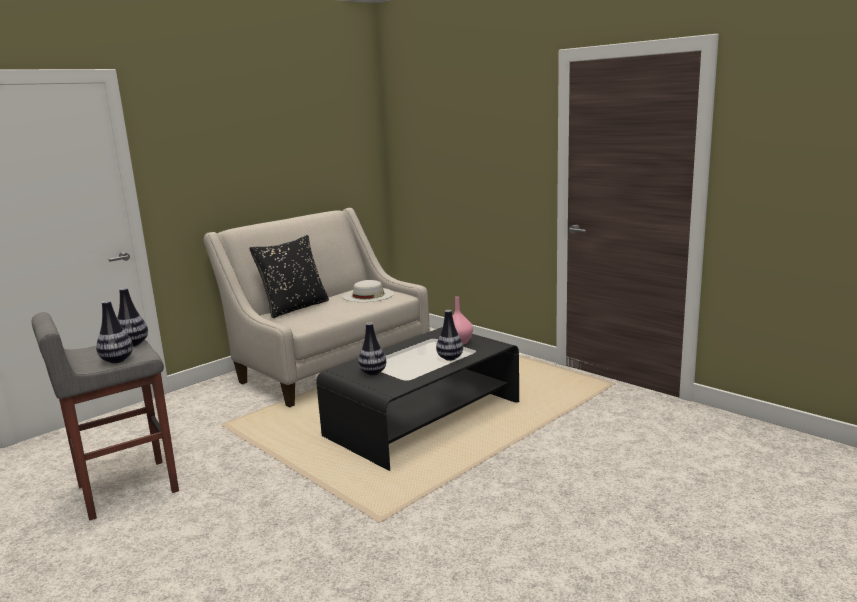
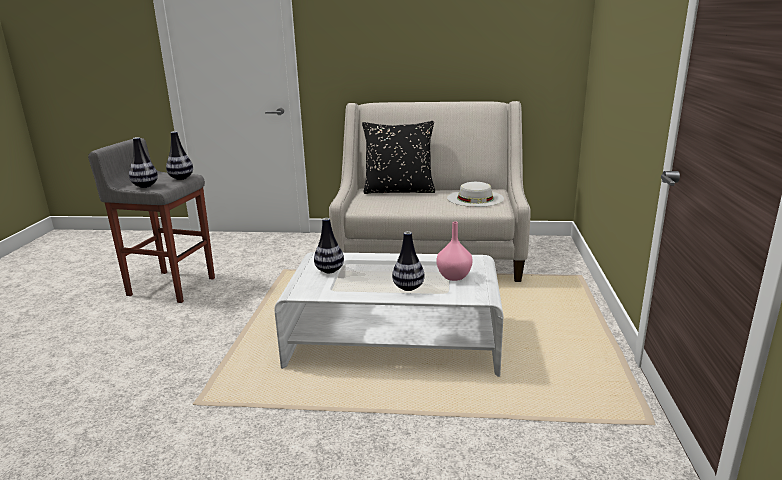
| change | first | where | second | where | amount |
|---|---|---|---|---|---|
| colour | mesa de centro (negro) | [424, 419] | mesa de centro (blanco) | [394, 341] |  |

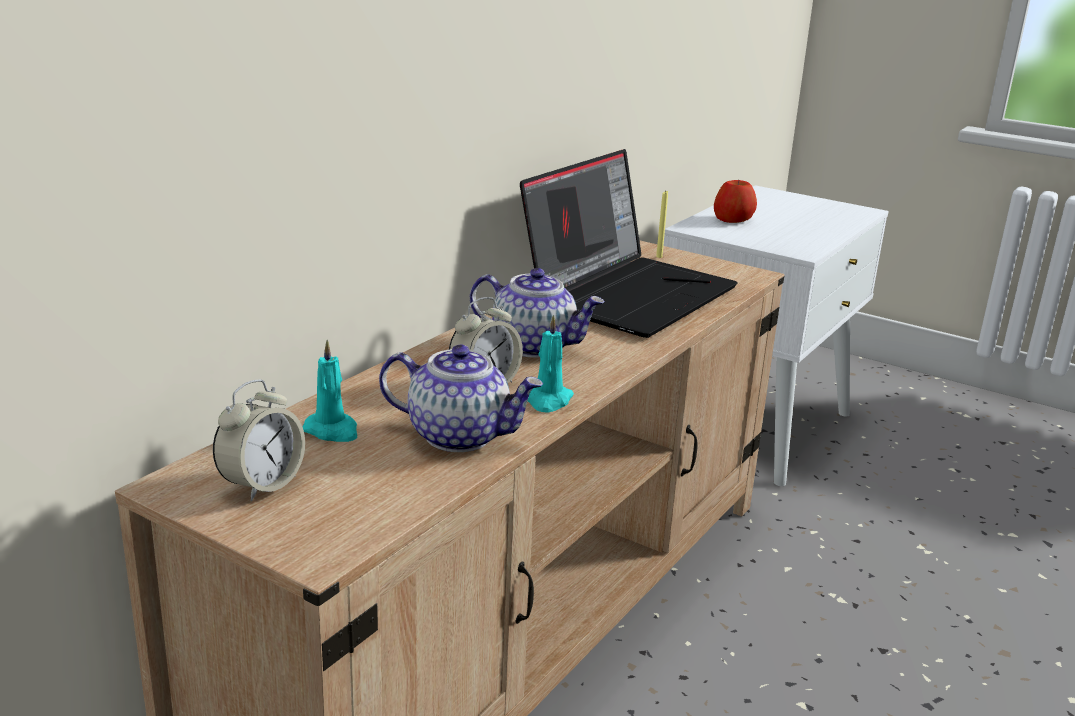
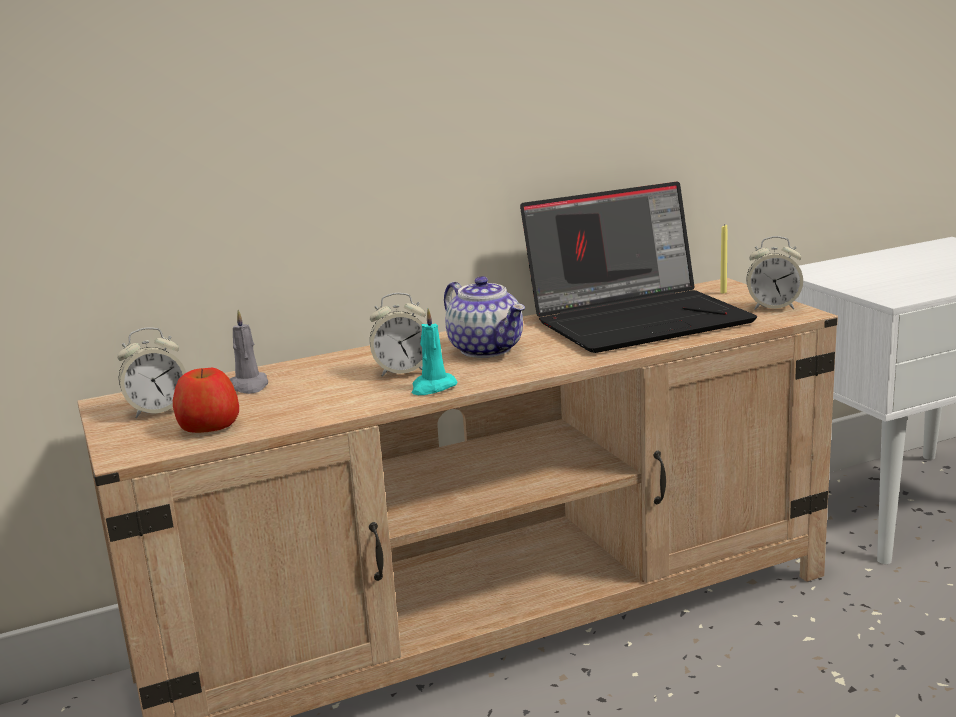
| change | first | where | second | where | amount |
|---|---|---|---|---|---|
| missing | tetera | [460, 435] |  |  |  |
| appeared |  |  | despertador | [773, 307] |  |
| relocated | manzana | [733, 220] |  | [209, 427] |  |
| colour | vela (turquesa) | [332, 431] | vela (gris) | [249, 386] |  |

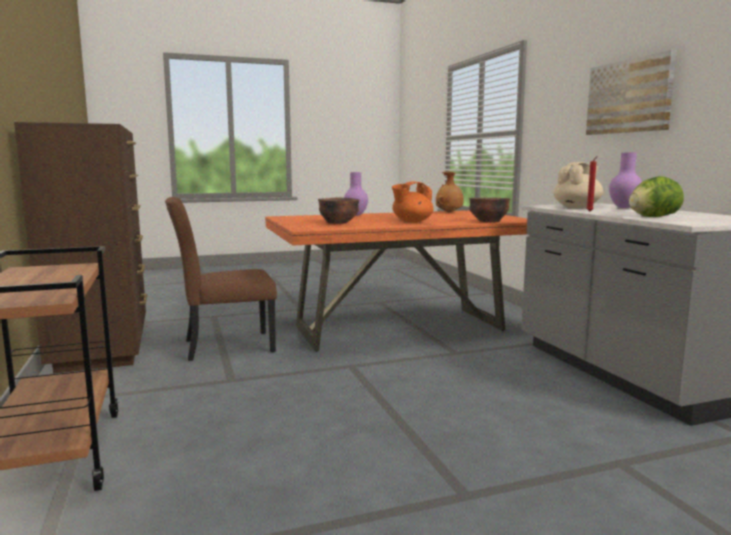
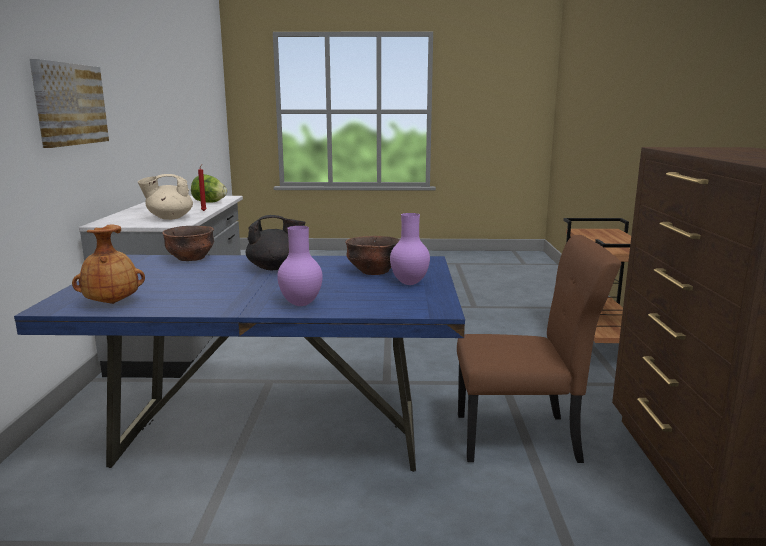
| change | first | where | second | where | amount |
|---|---|---|---|---|---|
| relocated | florero (morado) | [623, 207] |  | [409, 283] |  |
| colour | mesa de comedor (naranja) | [398, 329] | mesa de comedor (azul) | [275, 434] |  |
| colour | tetera (naranja) | [411, 221] | tetera (negro) | [275, 268] |  |

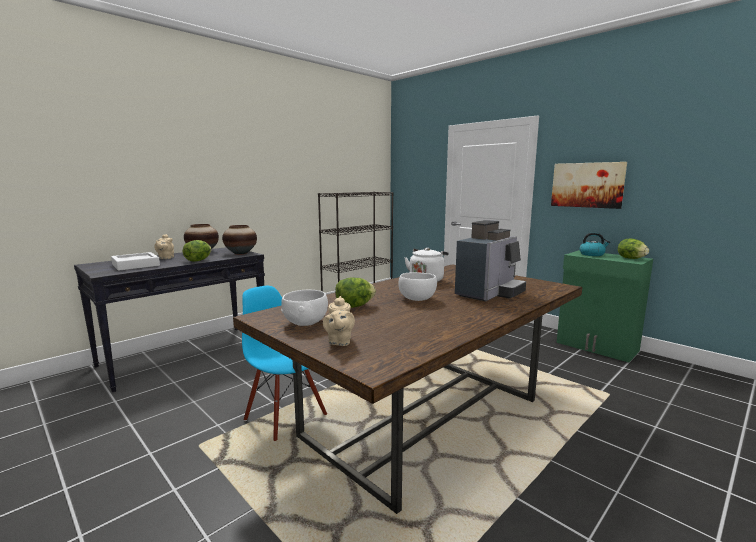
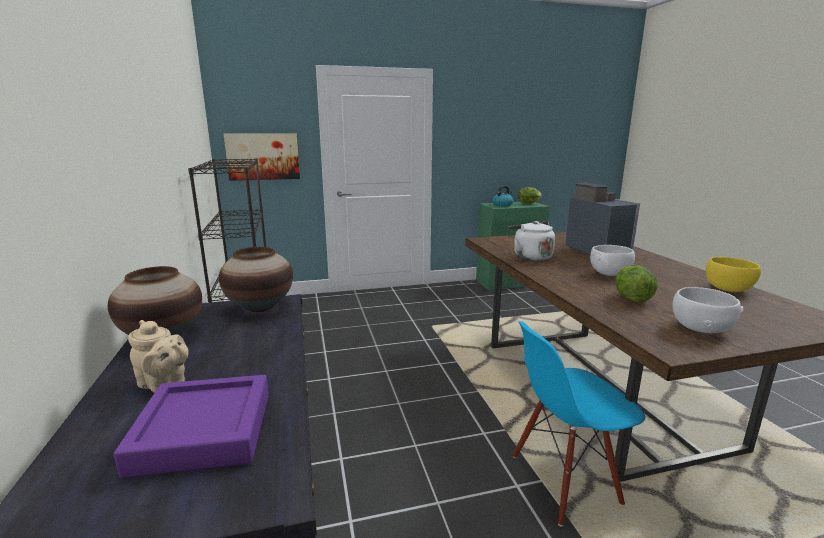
| change | first | where | second | where | amount |
|---|---|---|---|---|---|
| missing | lechuga | [198, 260] |  |  |  |
| missing | tetera (beis) | [339, 342] |  |  |  |
| appeared |  |  | cuenco (amarillo) | [727, 289] |  |
| relocated | cuadro | [587, 185] |  | [263, 156] |  |
| colour | bandeja (blanco) | [136, 265] | bandeja (morado) | [204, 431] |  |

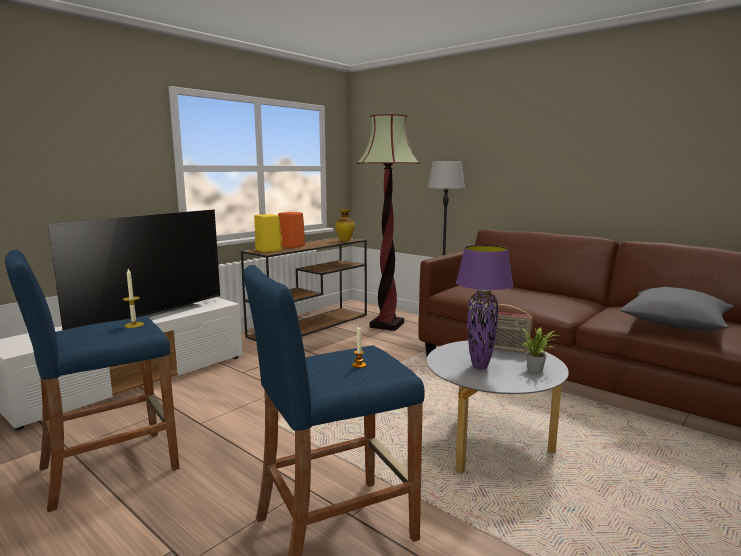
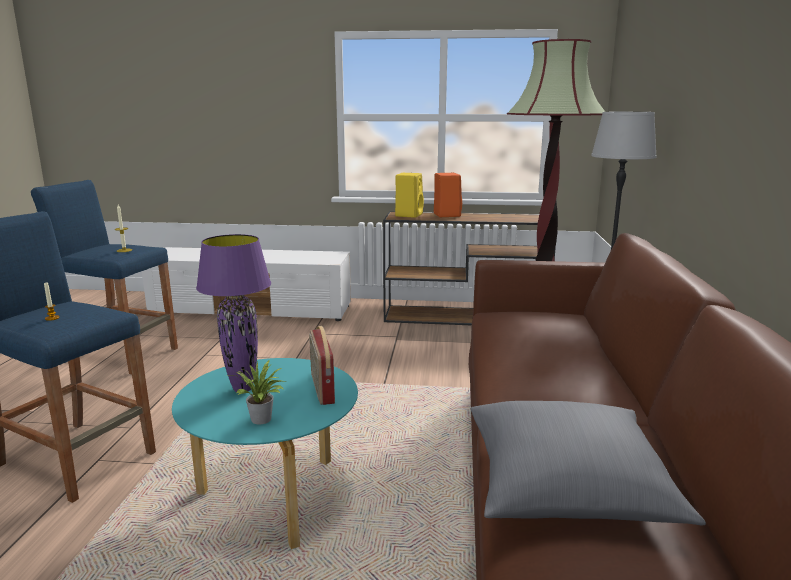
| change | first | where | second | where | amount |
|---|---|---|---|---|---|
| missing | televisor | [148, 316] |  |  |  |
| missing | florero | [345, 241] |  |  |  |
| colour | mesa de centro (gris) | [490, 446] | mesa de centro (turquesa) | [274, 498] |  |

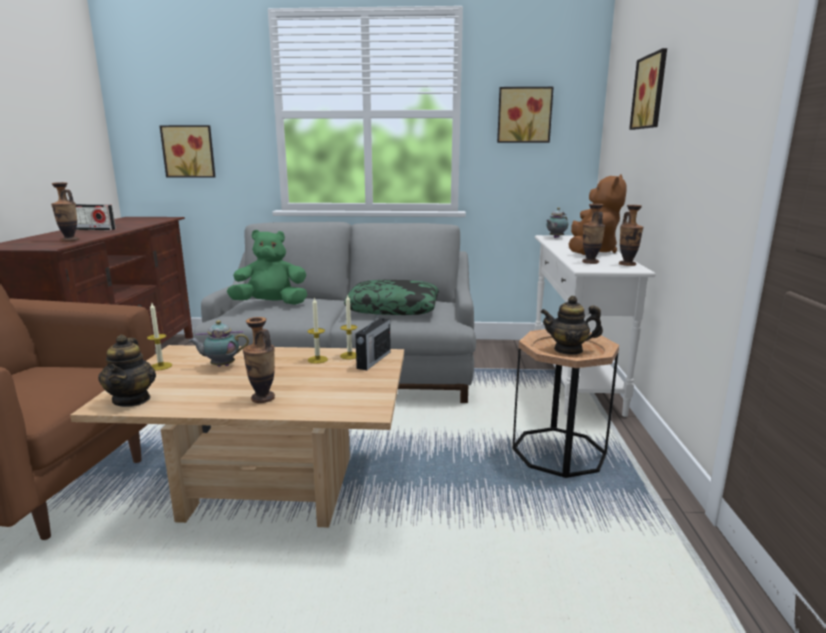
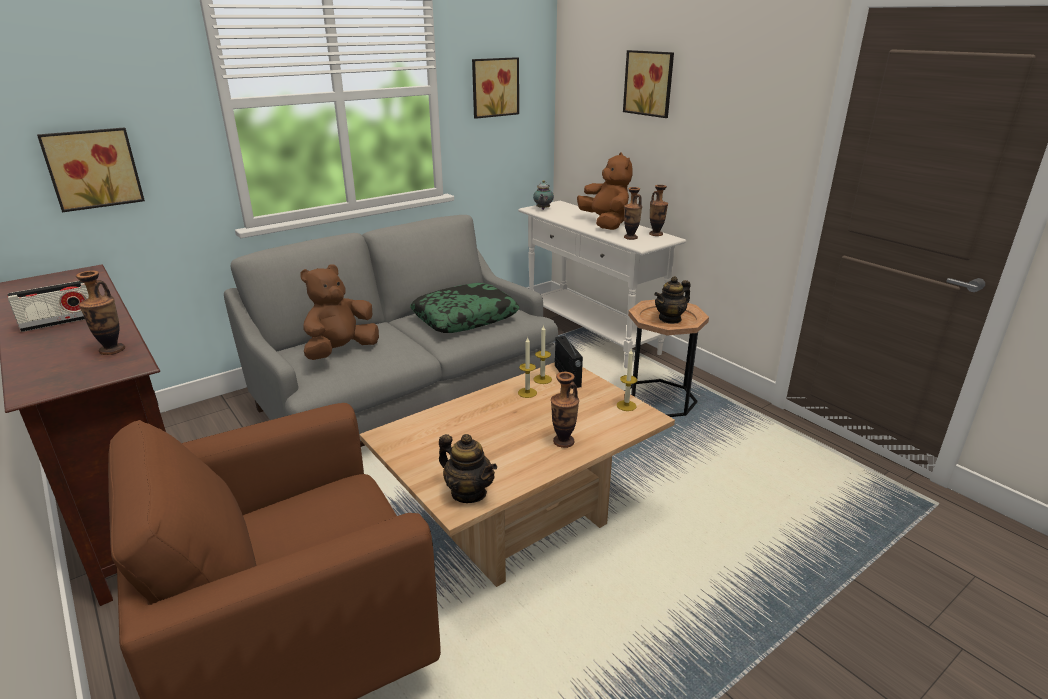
| change | first | where | second | where | amount |
|---|---|---|---|---|---|
| missing | tetera | [221, 366] |  |  |  |
| relocated | vela | [161, 366] |  | [626, 405] |  |
| colour | peluche (verde) | [271, 304] | peluche (marrón) | [341, 351] |  |

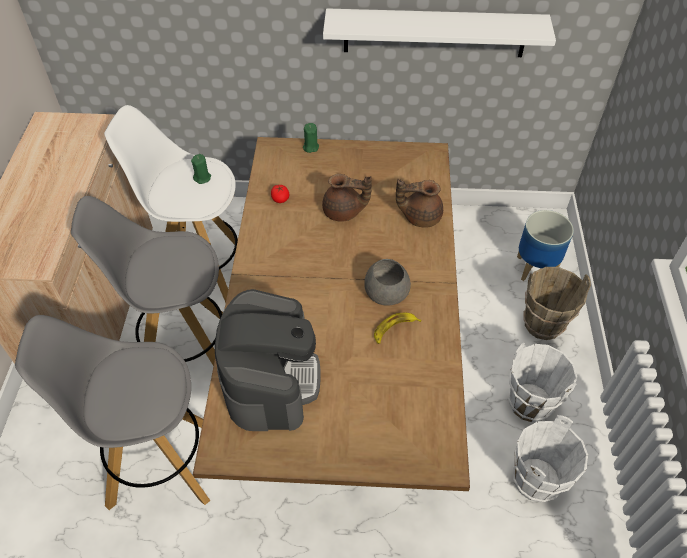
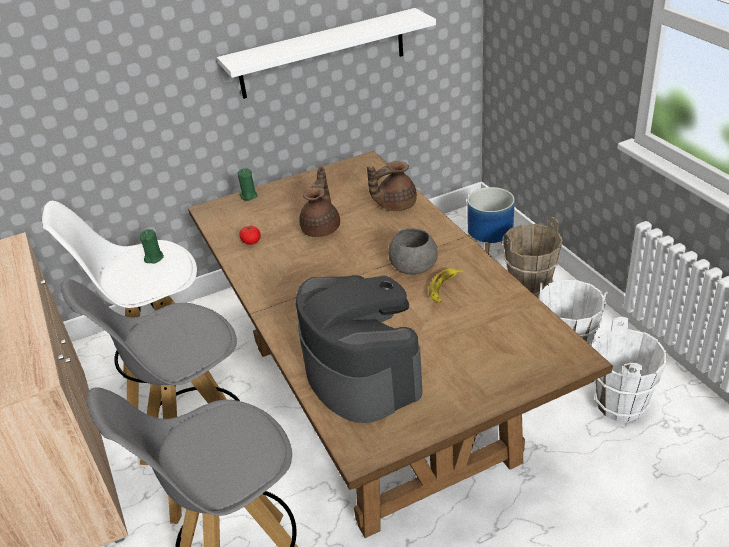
| change | first | where | second | where | amount |
|---|---|---|---|---|---|
| spun | tetera (marrón) | [344, 212] |  | [322, 228] | 60 degrees counterclockwise |

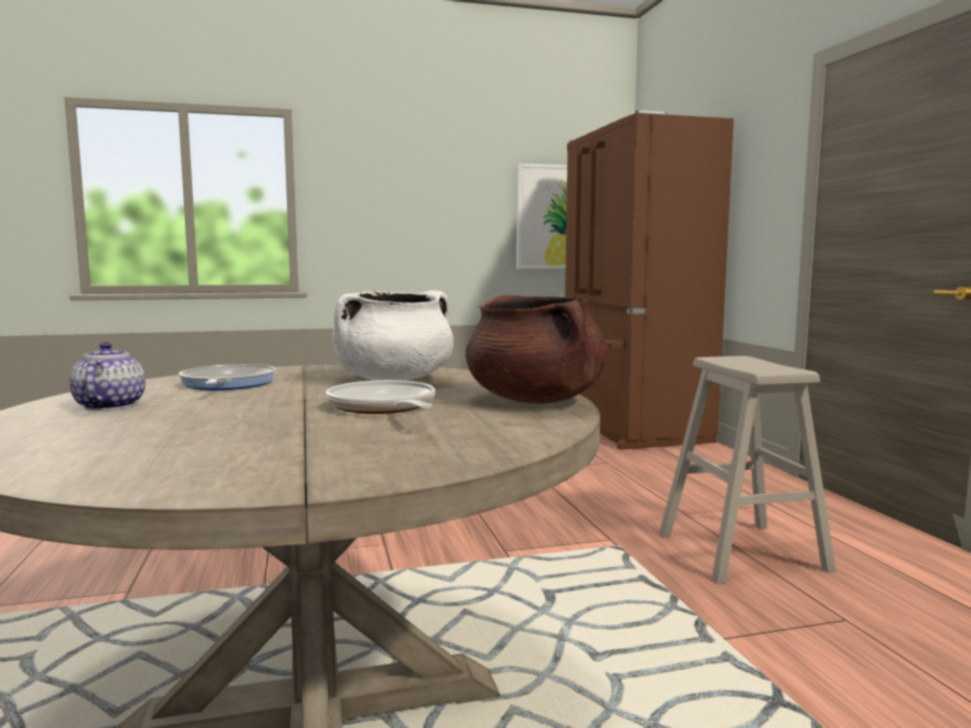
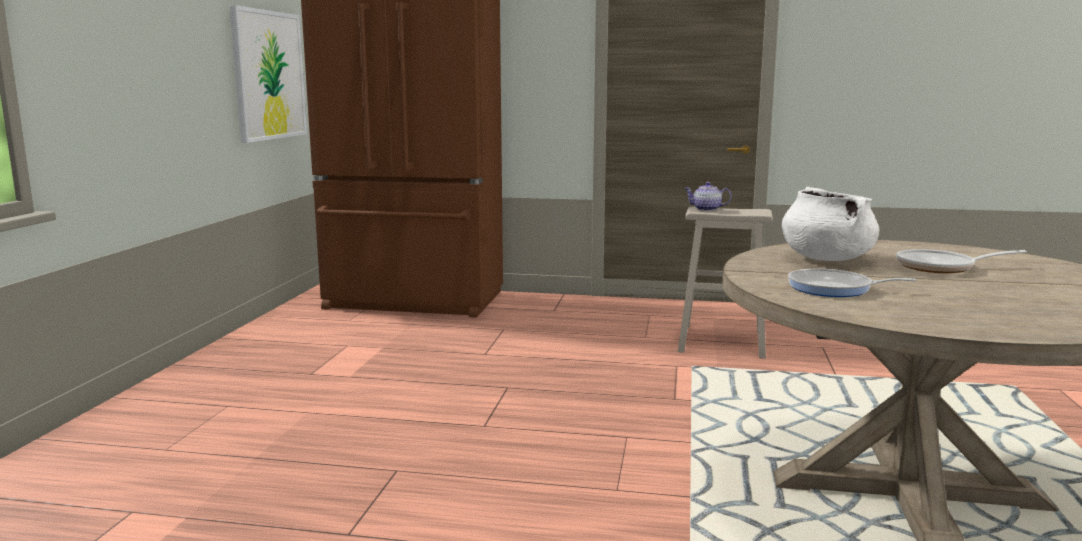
| change | first | where | second | where | amount |
|---|---|---|---|---|---|
| missing | olla (marrón) | [536, 400] |  |  |  |
| relocated | tetera | [108, 406] |  | [707, 209] |  |

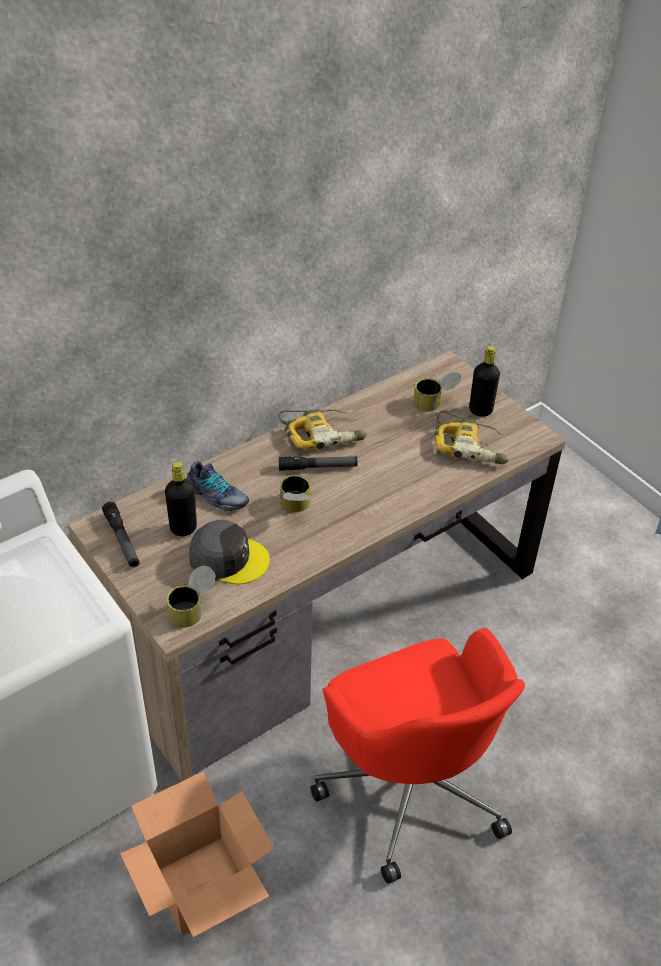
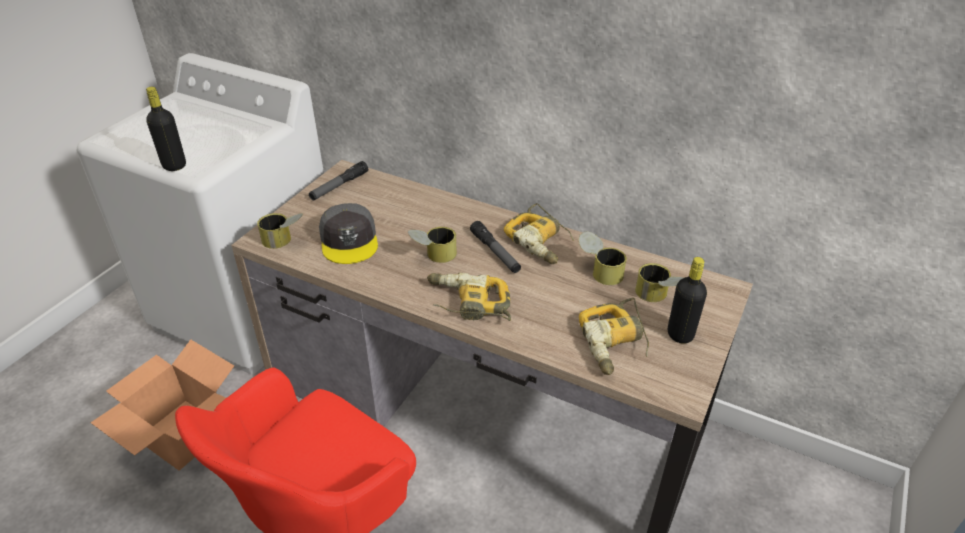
| change | first | where | second | where | amount |
|---|---|---|---|---|---|
| missing | zapato | [216, 496] |  |  |  |
| appeared |  |  | taladro | [468, 304] |  |
| appeared |  |  | lata | [599, 271] |  |
| relocated | botella (negro) | [183, 528] |  | [174, 165] |  |

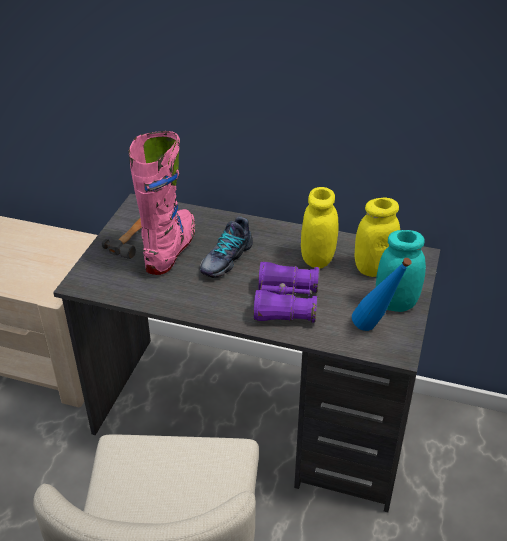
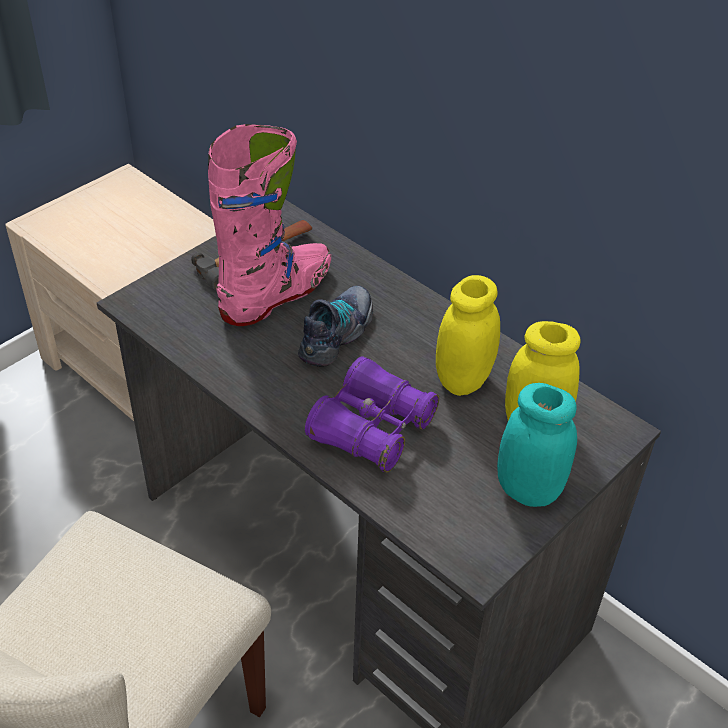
| change | first | where | second | where | amount |
|---|---|---|---|---|---|
| missing | botella (azul) | [375, 331] |  |  |  |
| spun | zapato | [225, 259] |  | [338, 334] | 150 degrees clockwise |

